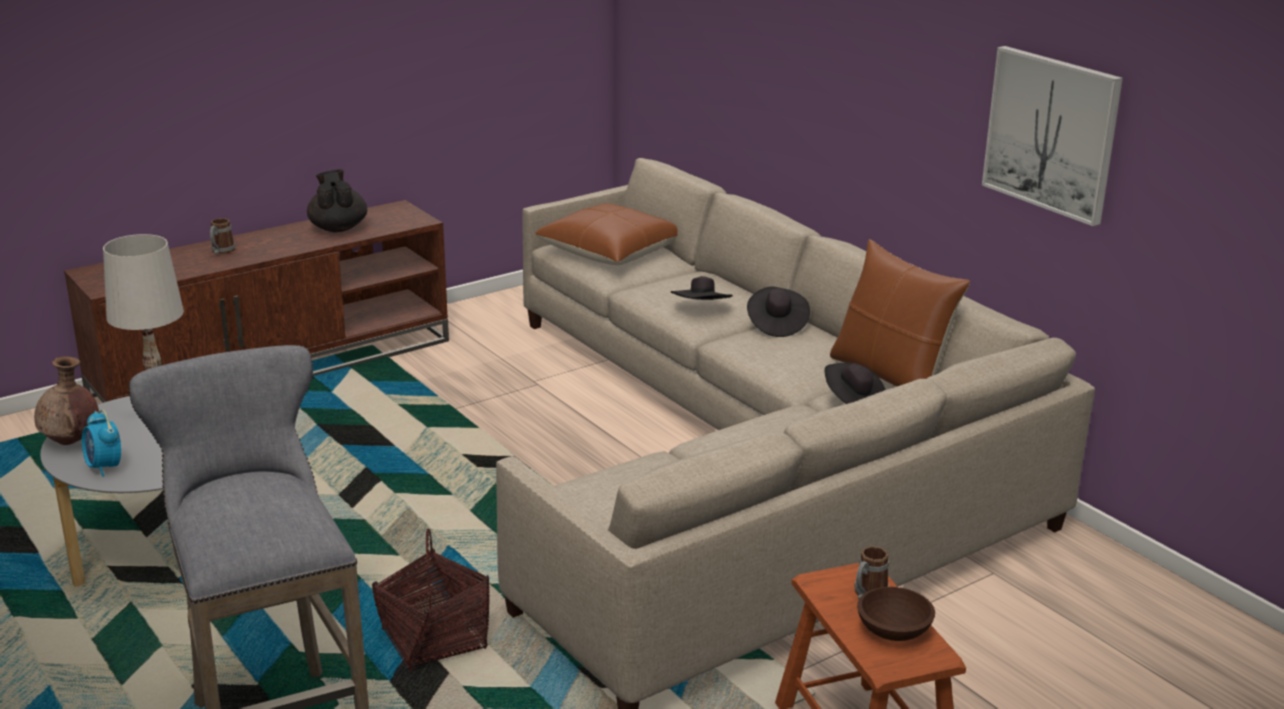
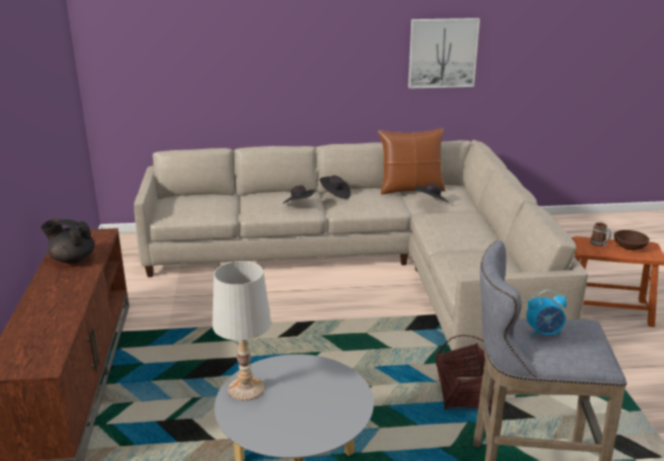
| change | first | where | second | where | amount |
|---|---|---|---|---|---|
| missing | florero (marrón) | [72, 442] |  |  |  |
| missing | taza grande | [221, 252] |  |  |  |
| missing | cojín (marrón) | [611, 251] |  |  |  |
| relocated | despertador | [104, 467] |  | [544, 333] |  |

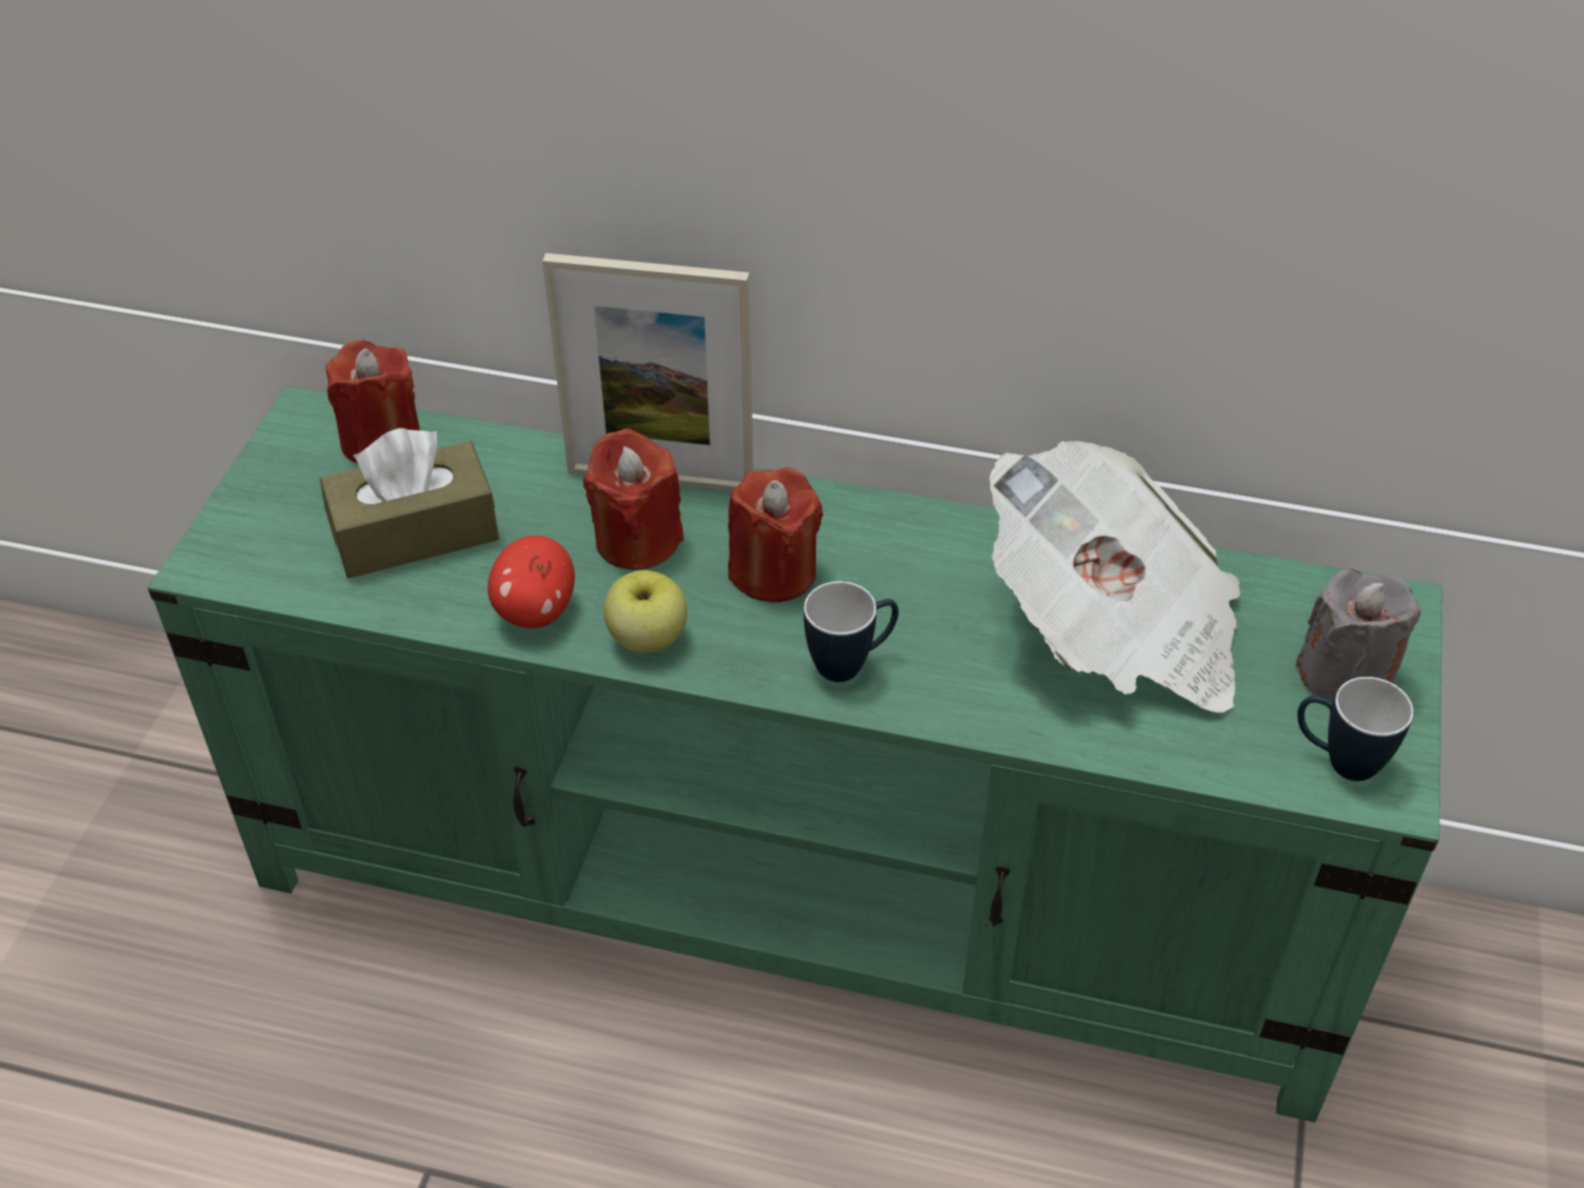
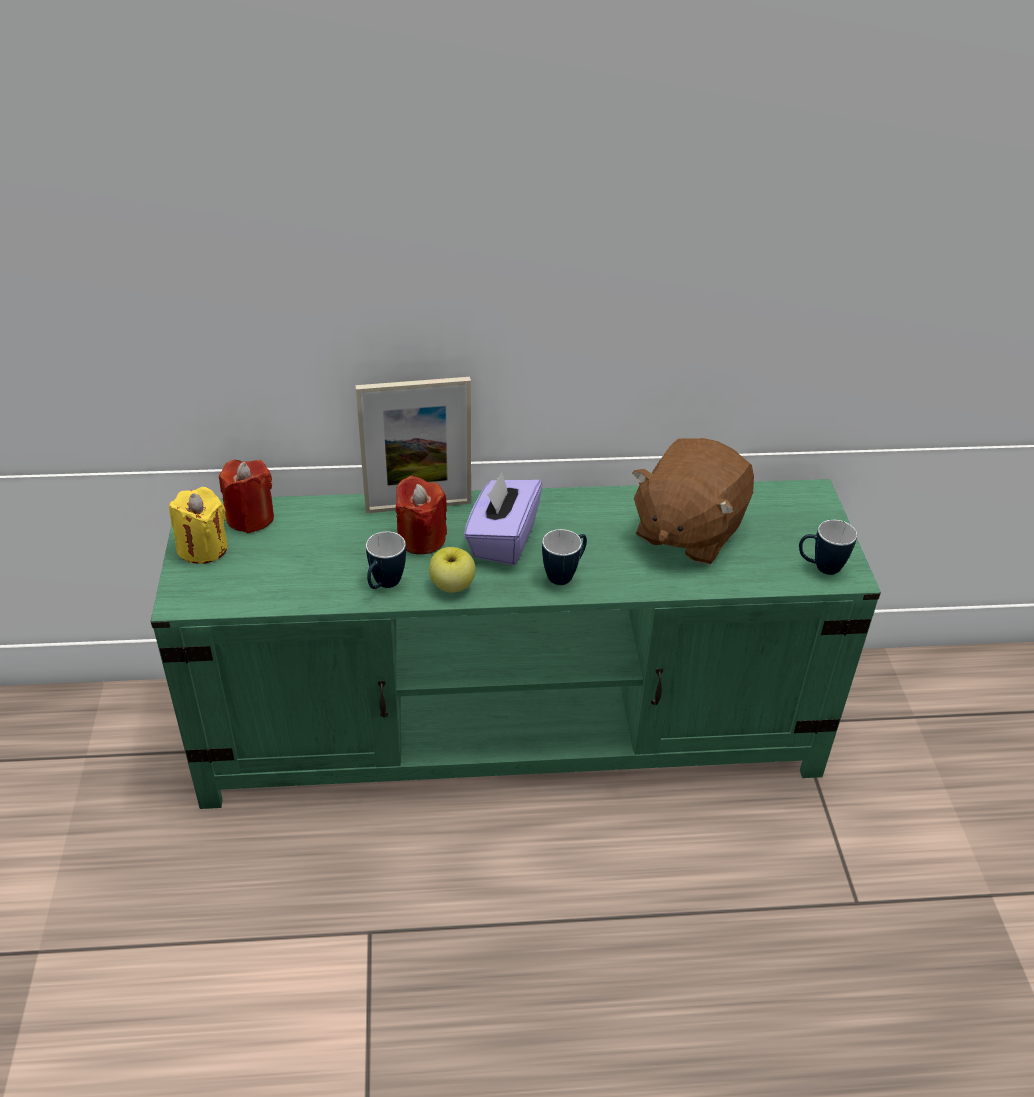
| change | first | where | second | where | amount |
|---|---|---|---|---|---|
| missing | caja de pañuelos (marrón) | [415, 533] |  |  |  |
| missing | vela (gris) | [1345, 677] |  |  |  |
| appeared |  |  | vela (amarillo) | [203, 548] |  |
| exchanged | manzana | [535, 612] | taza grande | [384, 585] |  |
| exchanged | vela (rojo) | [773, 572] | caja de pañuelos (morado) | [502, 539] |  |
| exchanged | periódico | [1113, 630] | peluche (marrón) | [687, 531] |  |

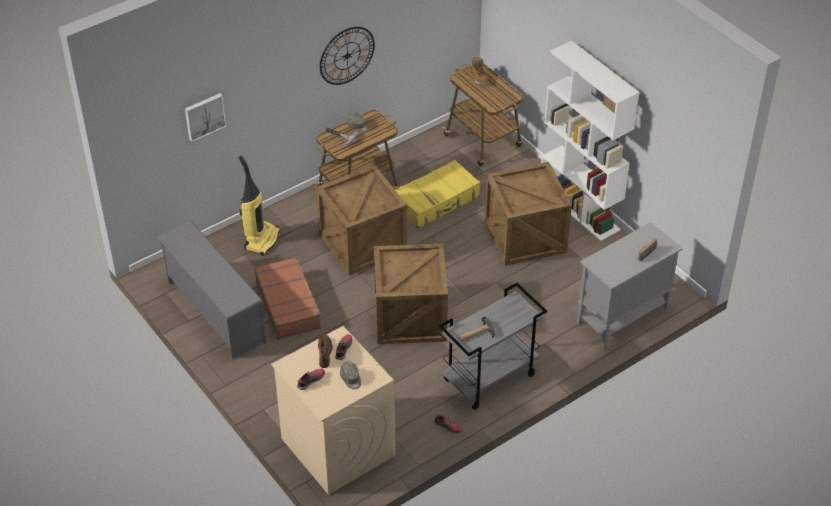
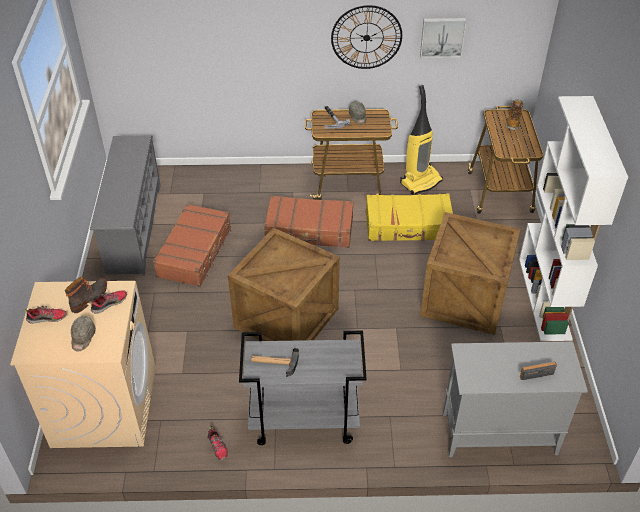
| change | first | where | second | where | amount |
|---|---|---|---|---|---|
| relocated | cuadro | [204, 116] |  | [442, 37] |  |
| relocated | aspiradora | [261, 240] |  | [421, 181] |  |
| exchanged | caja de embalaje | [363, 242] | maleta (marrón) | [309, 230] |  |

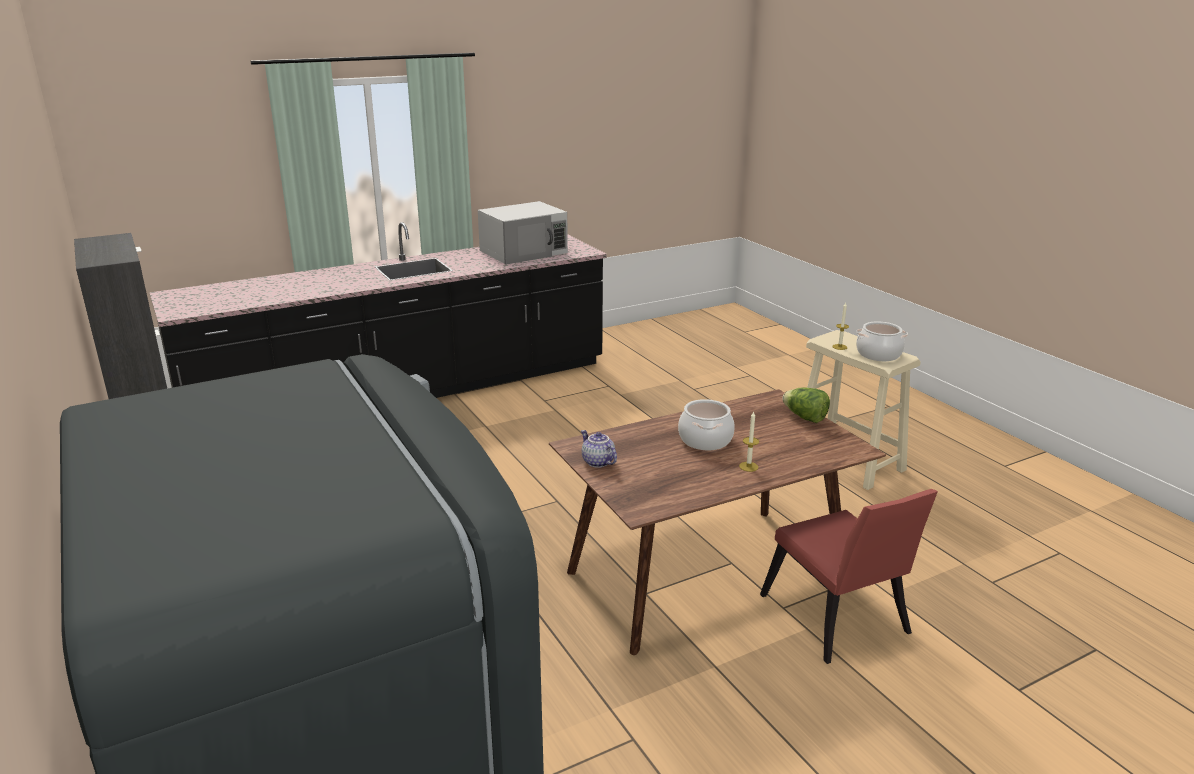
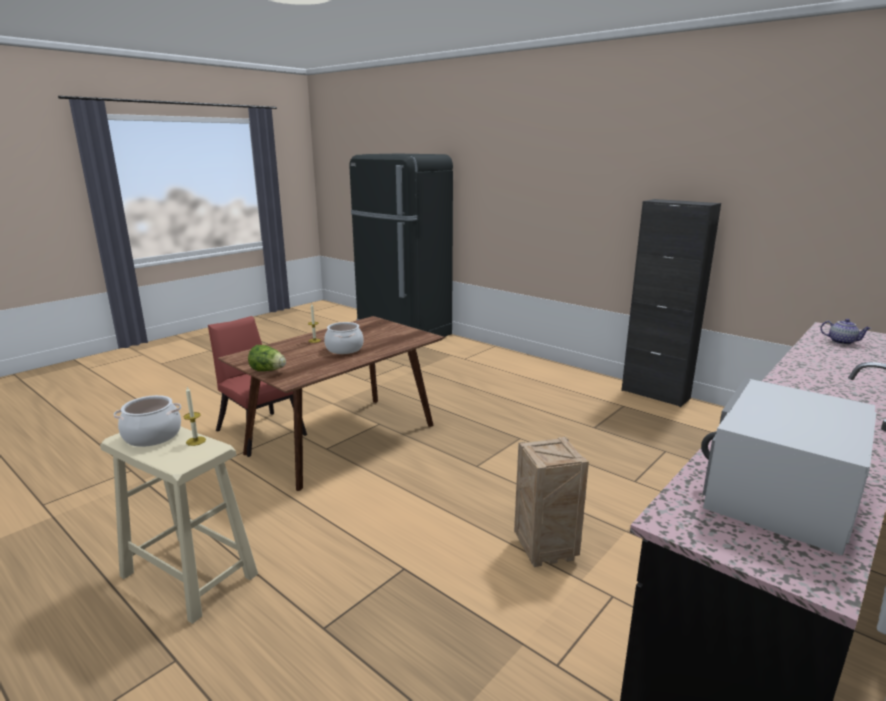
| change | first | where | second | where | amount |
|---|---|---|---|---|---|
| appeared |  |  | caja de embalaje | [544, 550] |  |
| relocated | tetera | [597, 462] |  | [842, 342] |  |

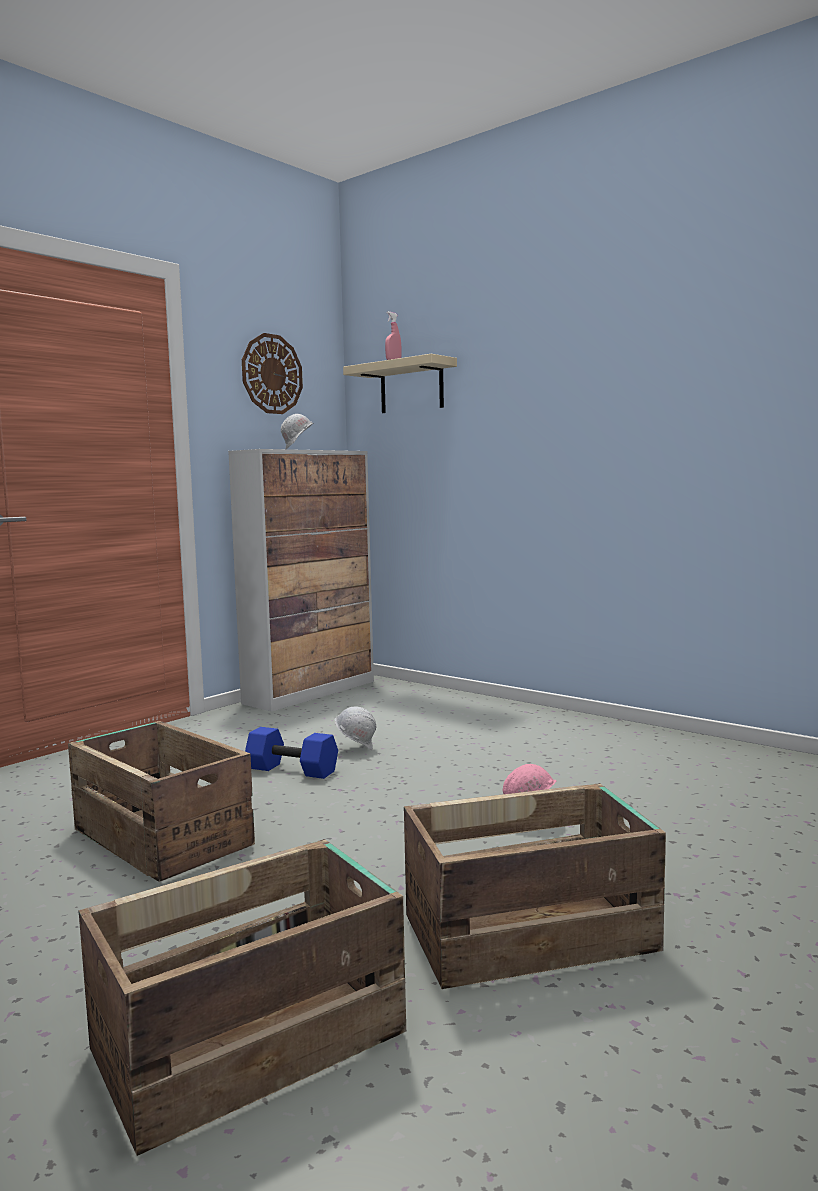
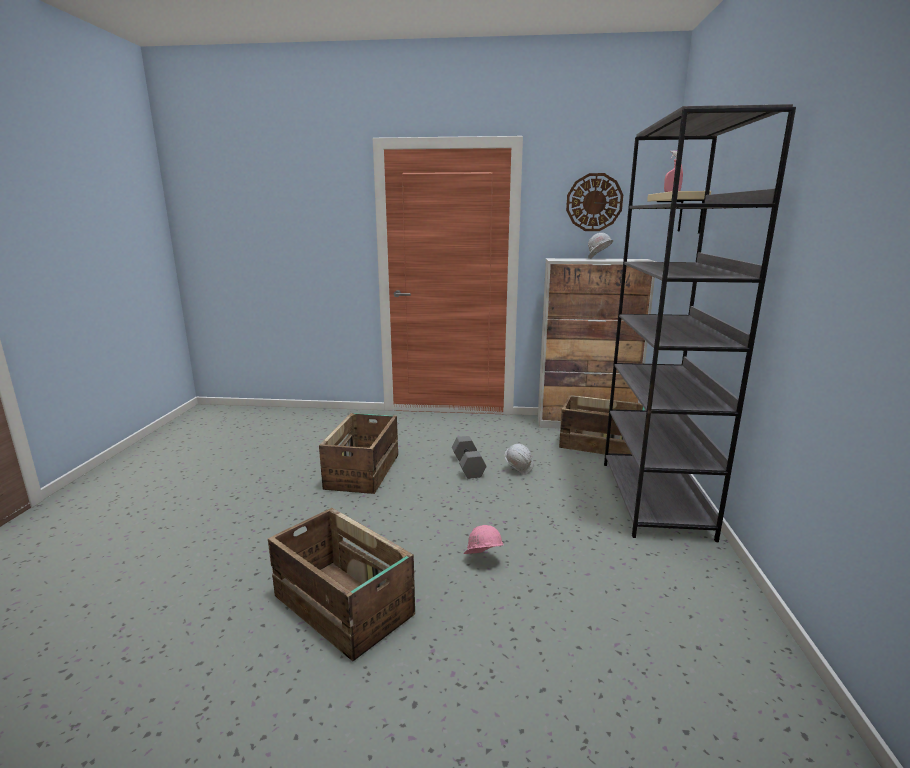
| change | first | where | second | where | amount |
|---|---|---|---|---|---|
| appeared |  |  | estantería (gris) | [654, 498] |  |
| relocated | caja de embalaje | [254, 1041] |  | [601, 445] |  |
| colour | mancuerna (azul) | [290, 770] | mancuerna (gris) | [467, 466] |  |

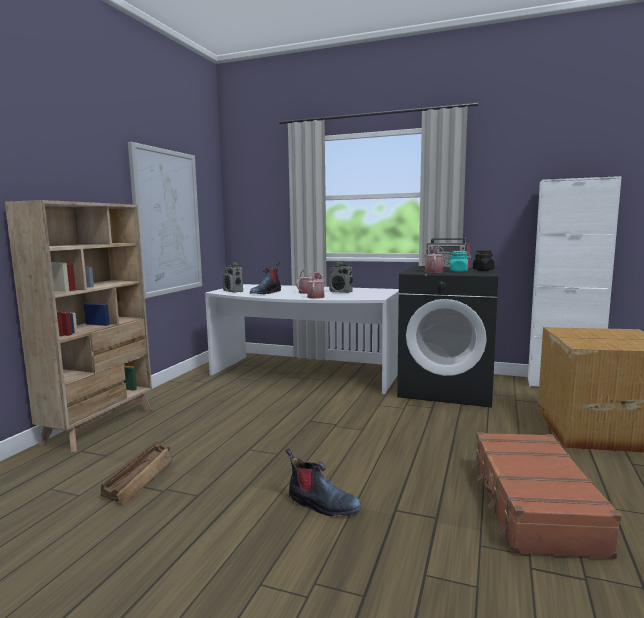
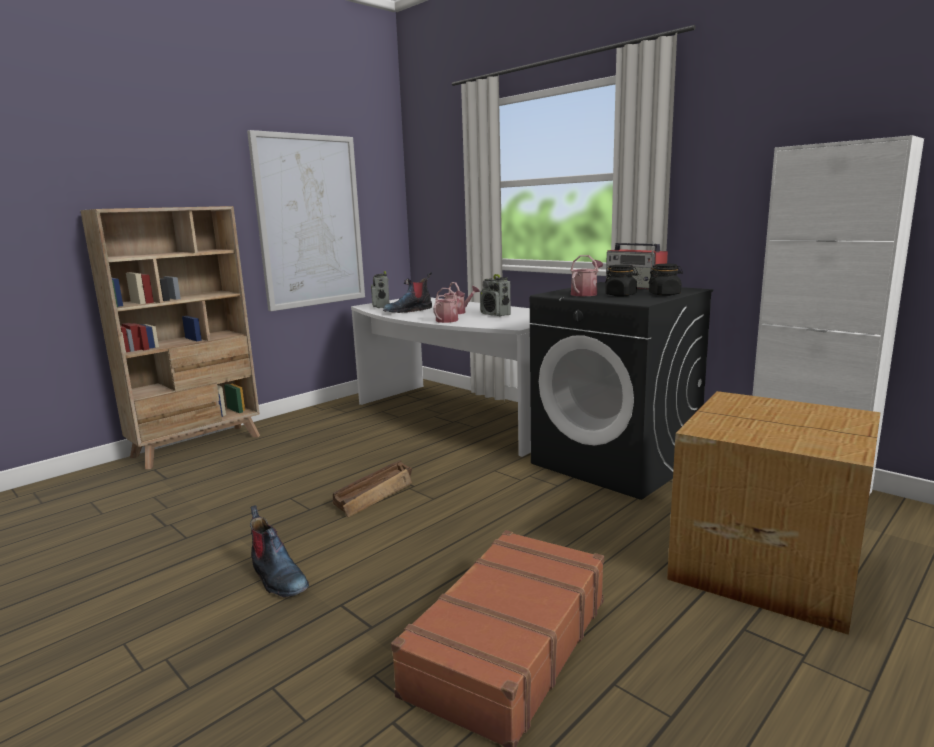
| change | first | where | second | where | amount |
|---|---|---|---|---|---|
| relocated | caja de embalaje | [141, 478] |  | [376, 495] |  |
| colour | tarro (turquesa) | [459, 271] | tarro (negro) | [621, 295] |  |

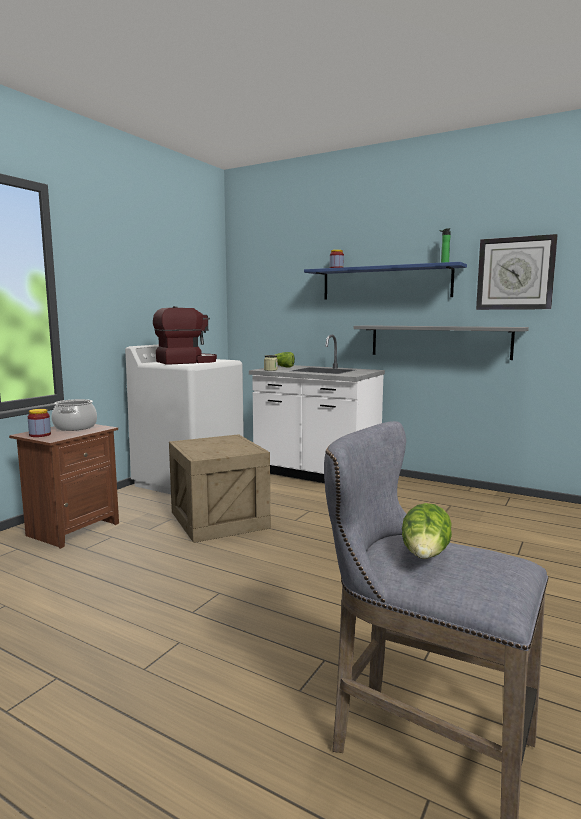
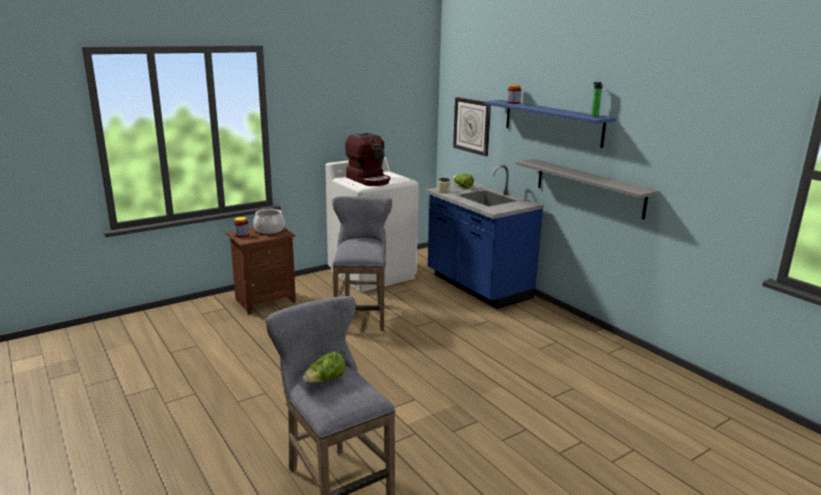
| change | first | where | second | where | amount |
|---|---|---|---|---|---|
| relocated | reloj de pared | [515, 273] |  | [472, 126] |  |
| exchanged | caja de embalaje | [218, 519] | taburete (gris) | [362, 314] |  |
| colour | mueble bajo de cocina (blanco) | [316, 475] | mueble bajo de cocina (azul) | [477, 287] |  |
| spun | cafetera | [186, 362] |  | [369, 180] | 60 degrees clockwise |

